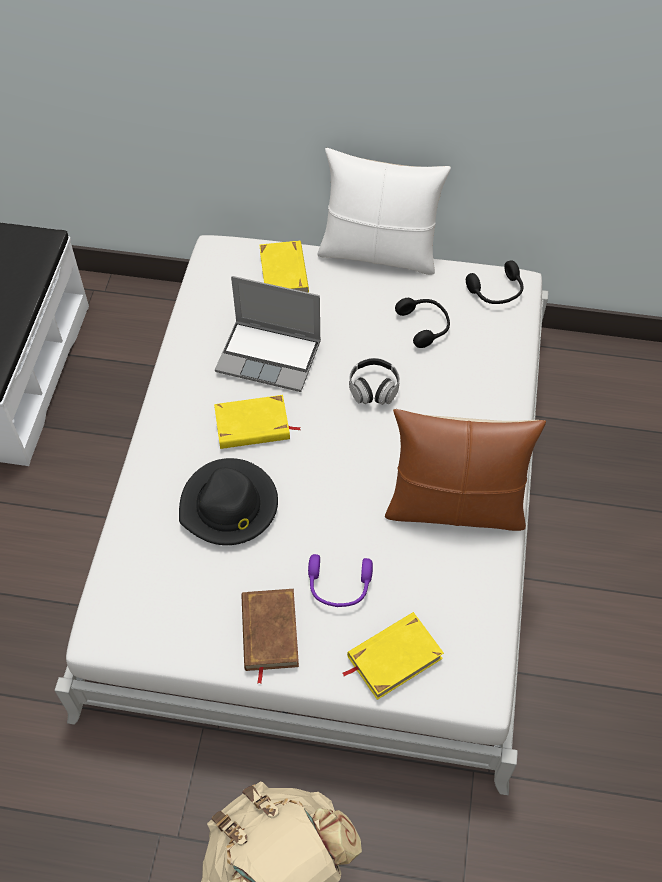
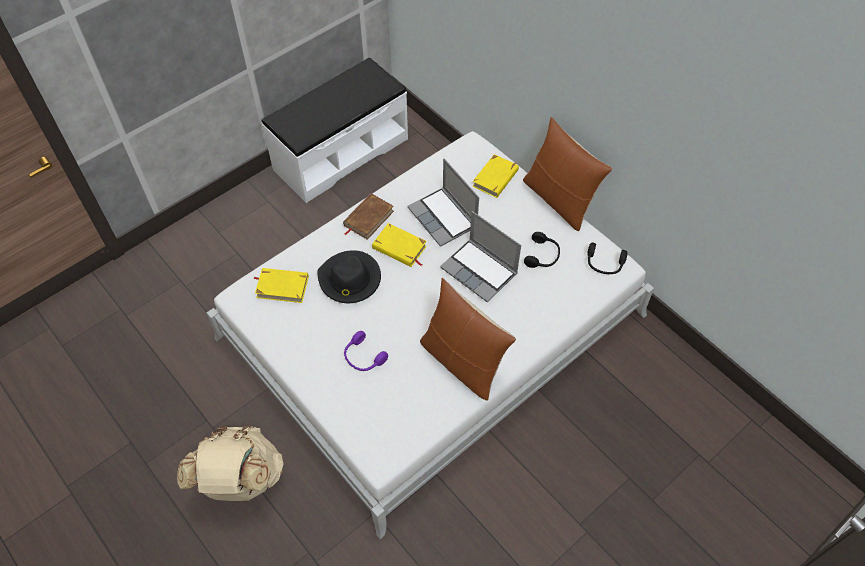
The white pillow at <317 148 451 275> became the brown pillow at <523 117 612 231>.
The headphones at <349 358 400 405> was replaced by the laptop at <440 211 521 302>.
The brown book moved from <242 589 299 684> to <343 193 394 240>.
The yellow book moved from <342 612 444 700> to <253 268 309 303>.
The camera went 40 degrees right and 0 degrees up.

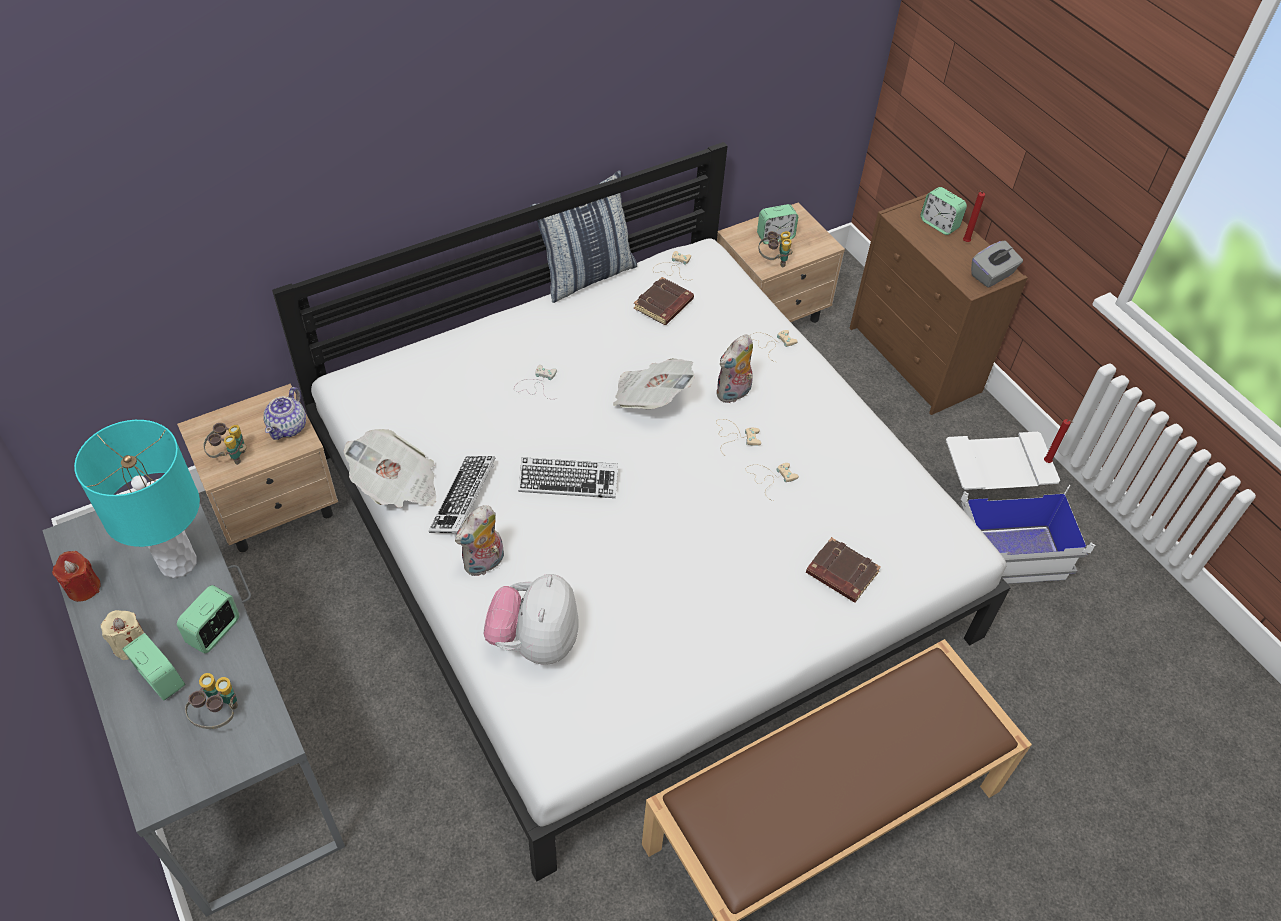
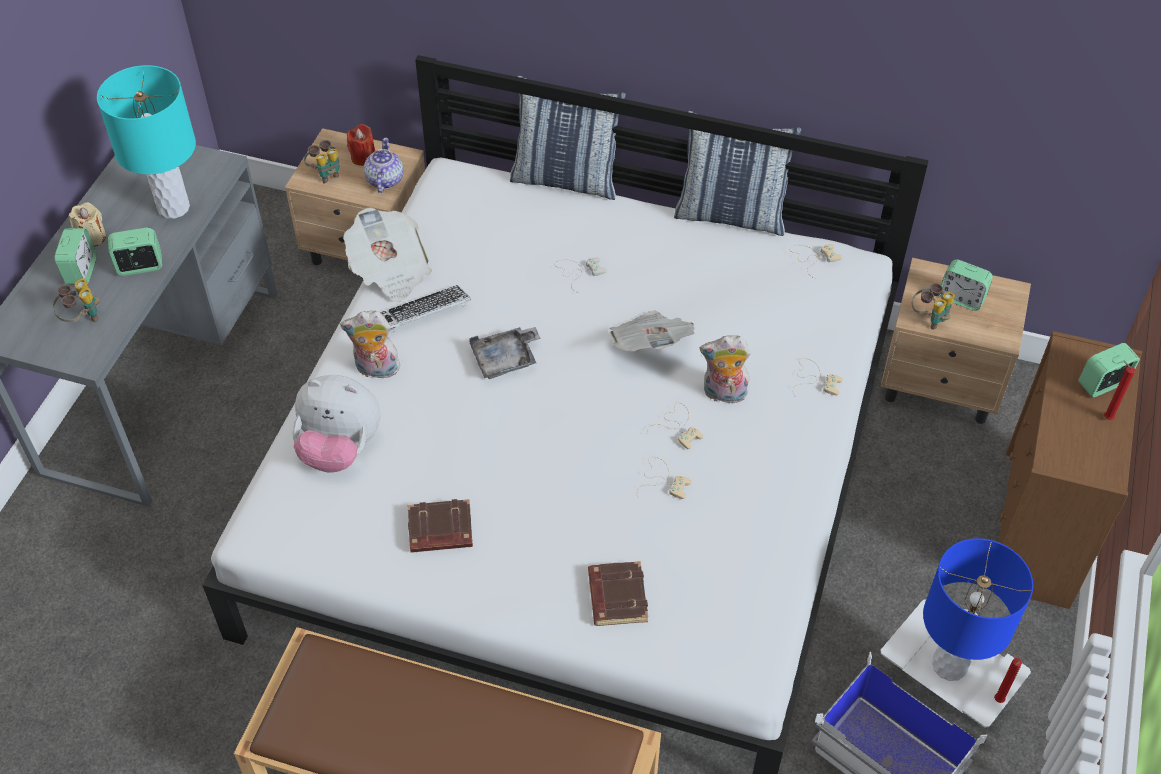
The alarm clock at <920 187 967 235> turned 60 degrees clockwise.
The grey tissue box at <971 241 1023 287> disappeared.
The brown book moved from <633 277 694 325> to <408 499 473 553>.
The teapot at <264 387 306 440> turned 120 degrees clockwise.
The keyboard at <518 457 618 498> was replaced by the grey tray at <469 327 541 379>.
The red candle moved from <52 551 101 602> to <347 124 375 166>.
The plush toy at <483 574 579 665> turned 135 degrees counterclockwise.
The pillow at <510 75 626 200> appeared.
The blue table lamp at <923 538 1033 681> appeared.
The camera went 50 degrees right and 0 degrees up.

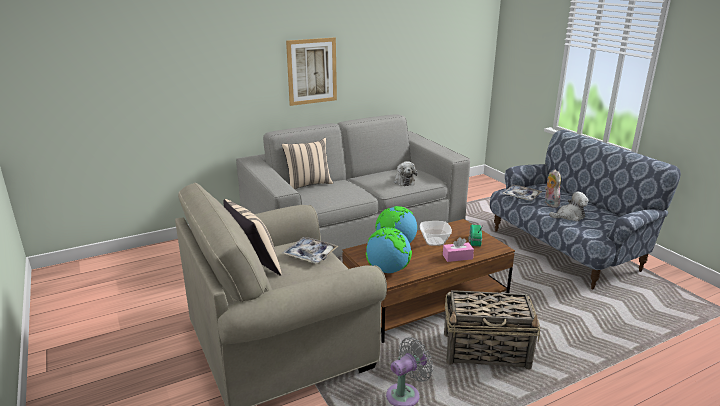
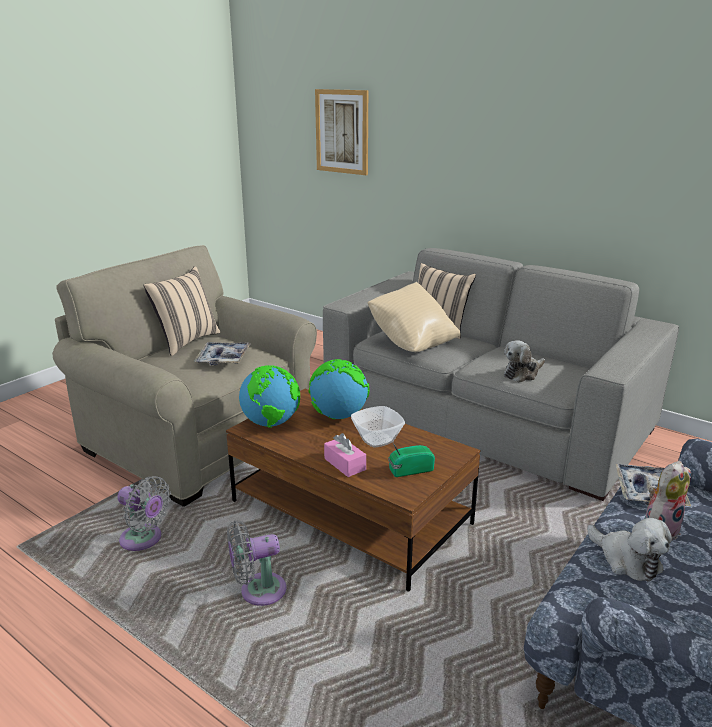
The picture moved from <286 37 337 106> to <315 89 368 175>.
The basket at <444 290 540 370> was replaced by the grey fan at <227 521 286 606>.
The beige pillow at <368 282 461 352> appeared.
The camera went 65 degrees right and 0 degrees up.

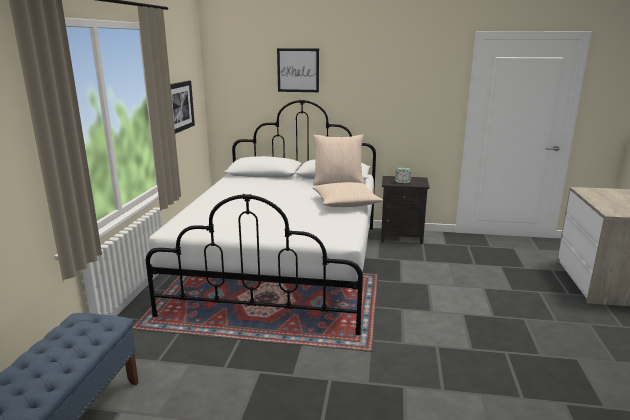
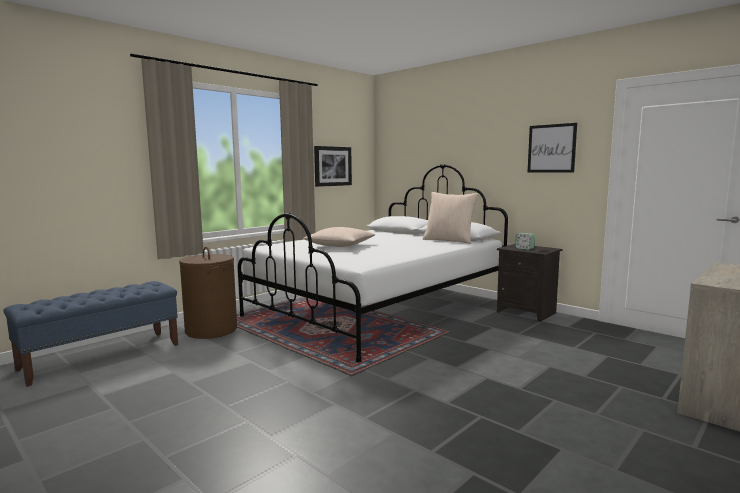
The picture moved from <277 48 319 92> to <528 123 577 173>.
The beige pillow moved from <313 182 383 207> to <303 227 375 247>.
The brown laundry basket at <179 247 237 339> appeared.
The camera went 35 degrees right and 10 degrees down.

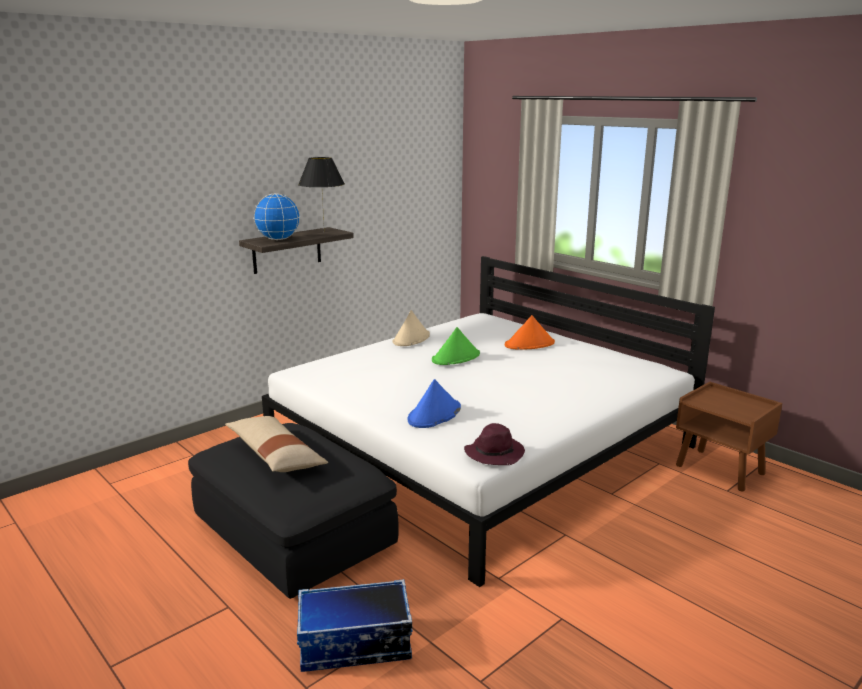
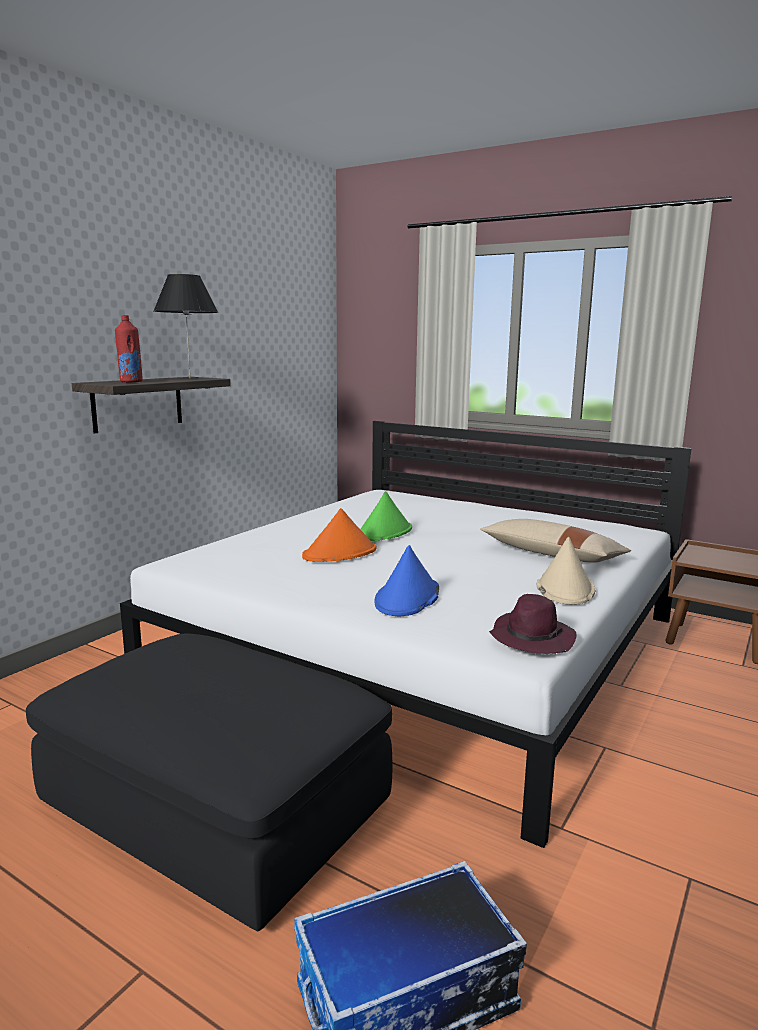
The globe at <253 193 300 240> was replaced by the red bottle at <115 315 143 382>.
The beige hat moved from <392 310 430 346> to <537 537 596 605>.
The orange hat moved from <505 315 555 350> to <302 508 376 562>.
The beige pillow moved from <225 416 328 472> to <480 519 631 563>.
The camera went 15 degrees left and 5 degrees down.

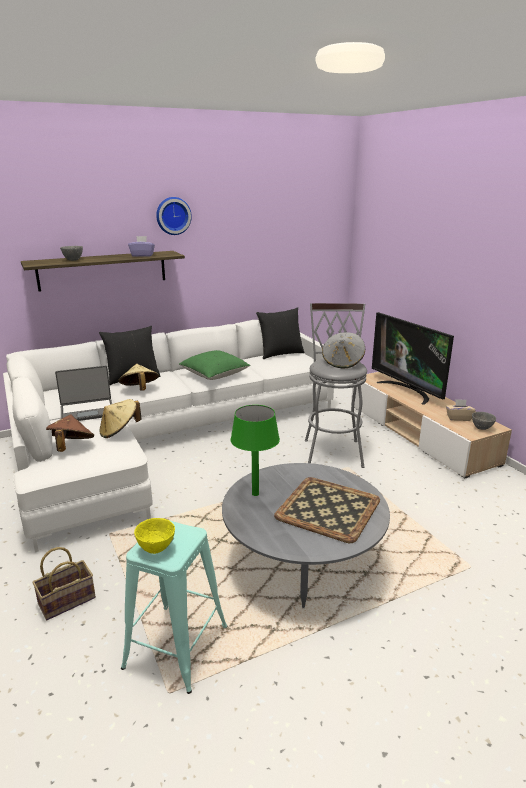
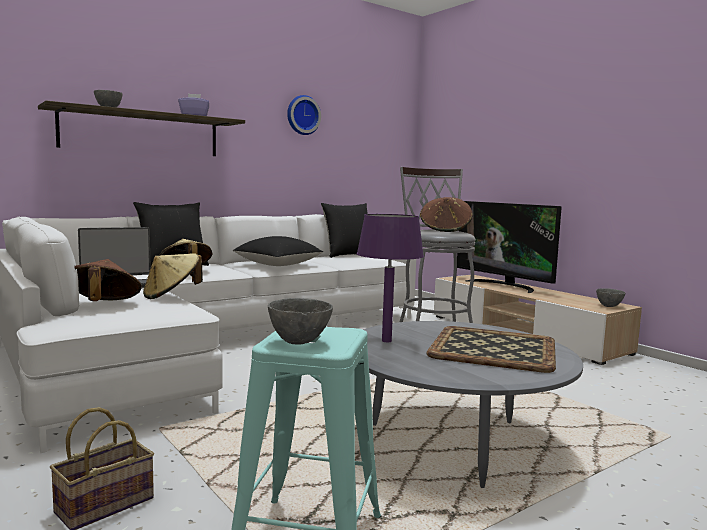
The wall clock moved from <156 197 192 235> to <287 95 321 135>.
The grey hat at <322 332 365 368> became the brown hat at <420 197 472 232>.
The green pillow at <179 350 251 380> became the black pillow at <233 236 323 266>.
The beige tissue box at <446 399 476 421> disappeared.
The green table lamp at <230 405 280 496> became the purple table lamp at <357 214 424 342>.
The yellow bowl at <134 518 175 554> became the grey bowl at <268 298 333 344>.
The camera went 10 degrees left and 15 degrees down.

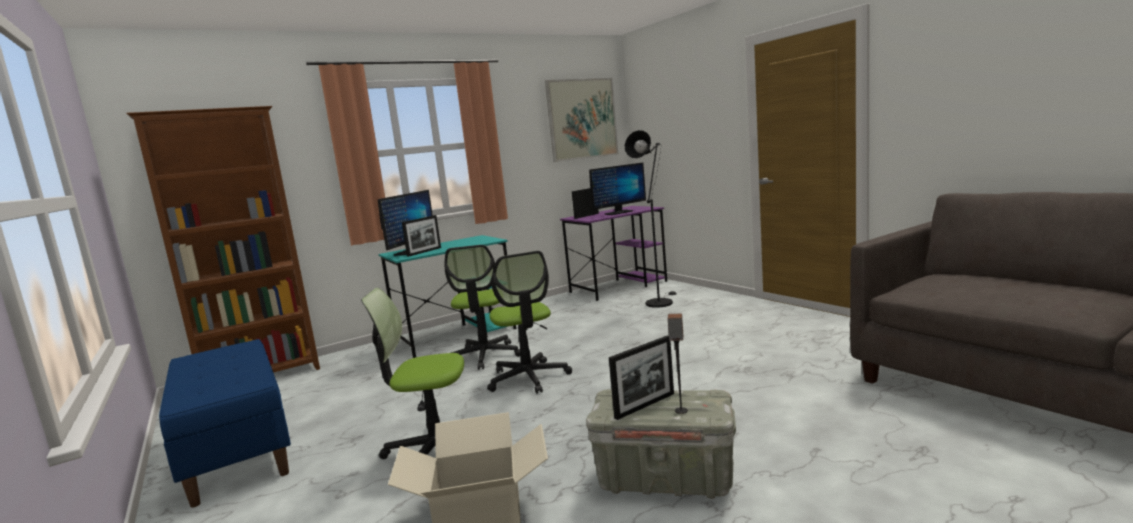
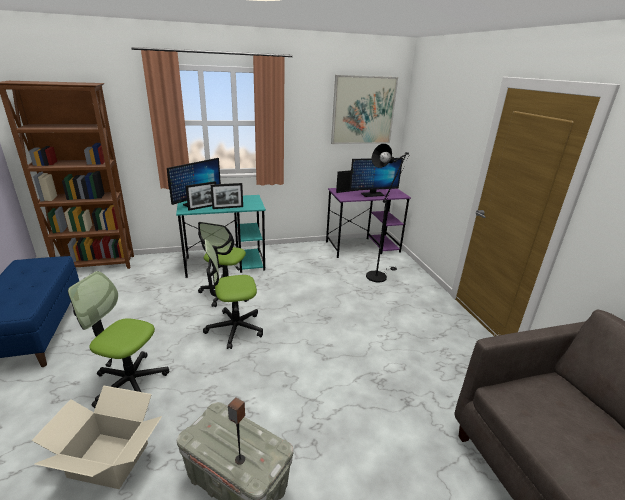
The office chair at <487 251 572 394> turned 75 degrees clockwise.
The picture frame moved from <609 336 674 420> to <211 183 243 209>.
The camera went 15 degrees right and 15 degrees up.

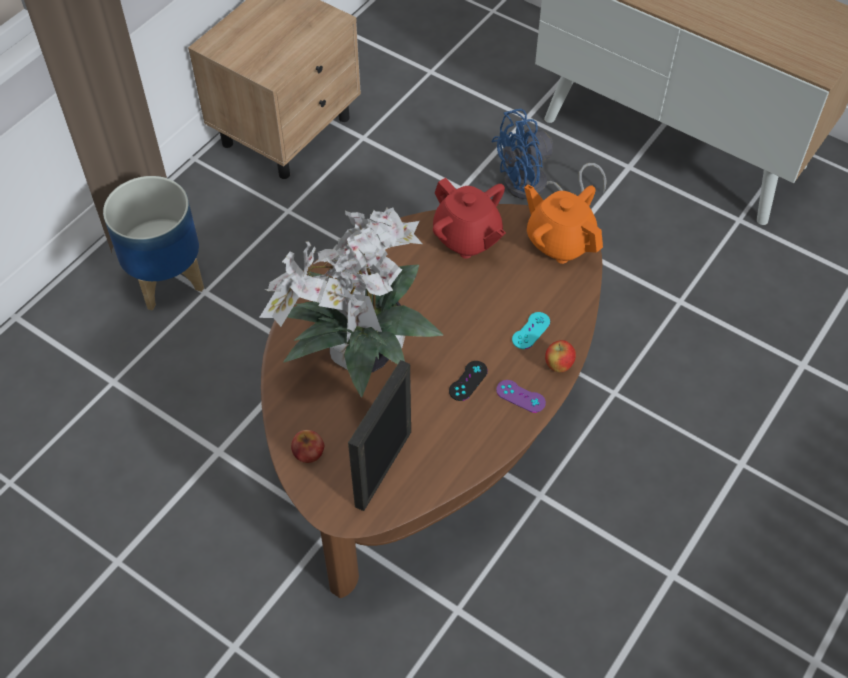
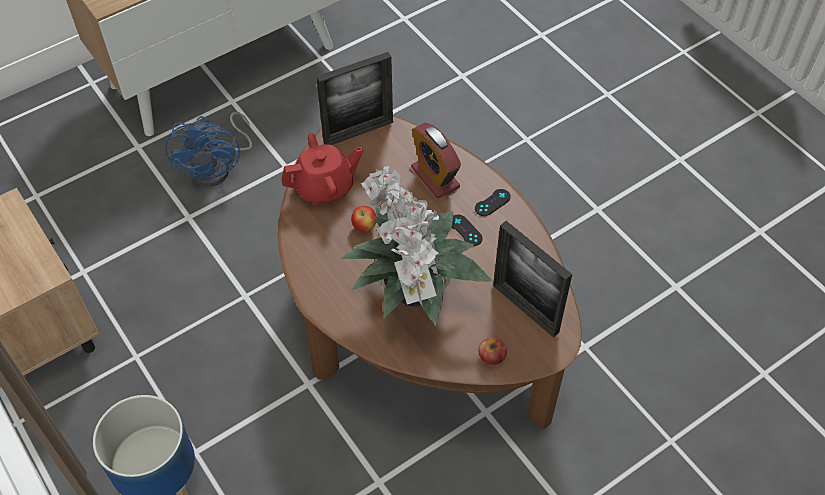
The orange teapot at <524 184 603 264> was replaced by the picture frame at <316 52 393 145>.
The turquoise game controller at <512 312 550 349> was replaced by the alarm clock at <411 123 461 198>.
The apple moved from <545 340 576 372> to <351 206 377 233>.
The purple game controller at <496 380 546 413> became the black game controller at <475 189 511 216>.
The camera went 70 degrees left and 0 degrees up.

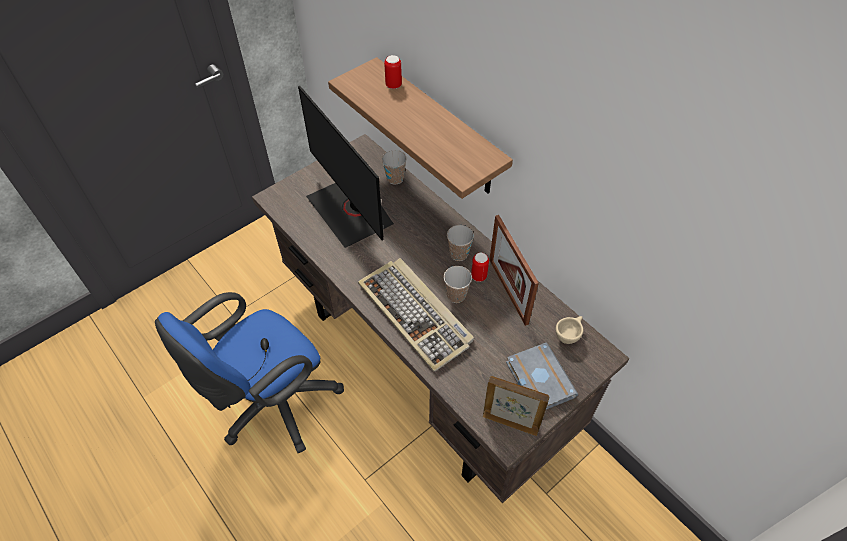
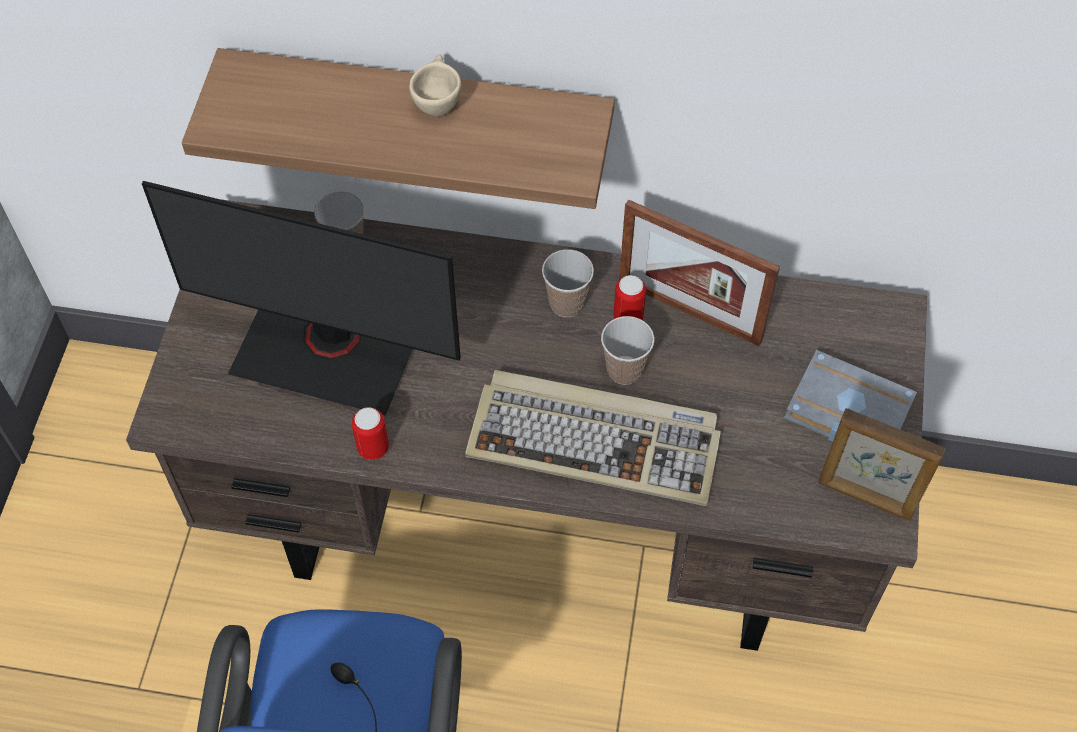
The can moved from <384 55 402 89> to <352 407 389 460>.
The beige cup moved from <555 316 583 344> to <409 54 461 117>.
The picture frame at <483 376 550 436> turned 135 degrees counterclockwise.
The camera went 40 degrees left and 5 degrees up.

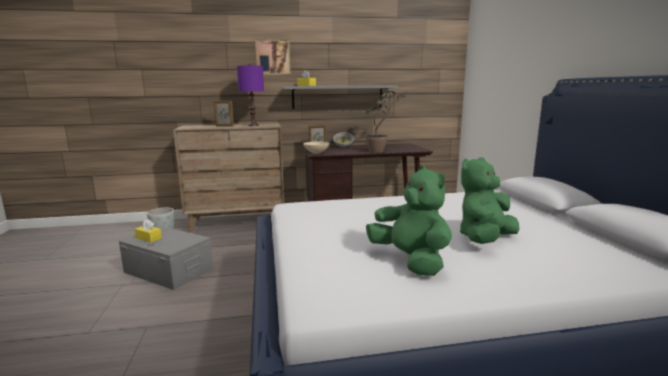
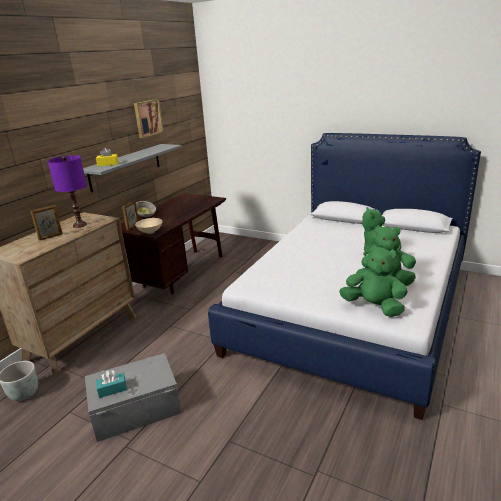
The picture moved from <255 39 291 75> to <134 99 164 138>.
The potted plant at <365 91 407 152> disappeared.
The yellow tissue box at <135 219 162 243> became the turquoise tissue box at <96 370 127 398>.
The green plush toy at <339 244 408 317> appeared.
The camera went 50 degrees left and 10 degrees up.

